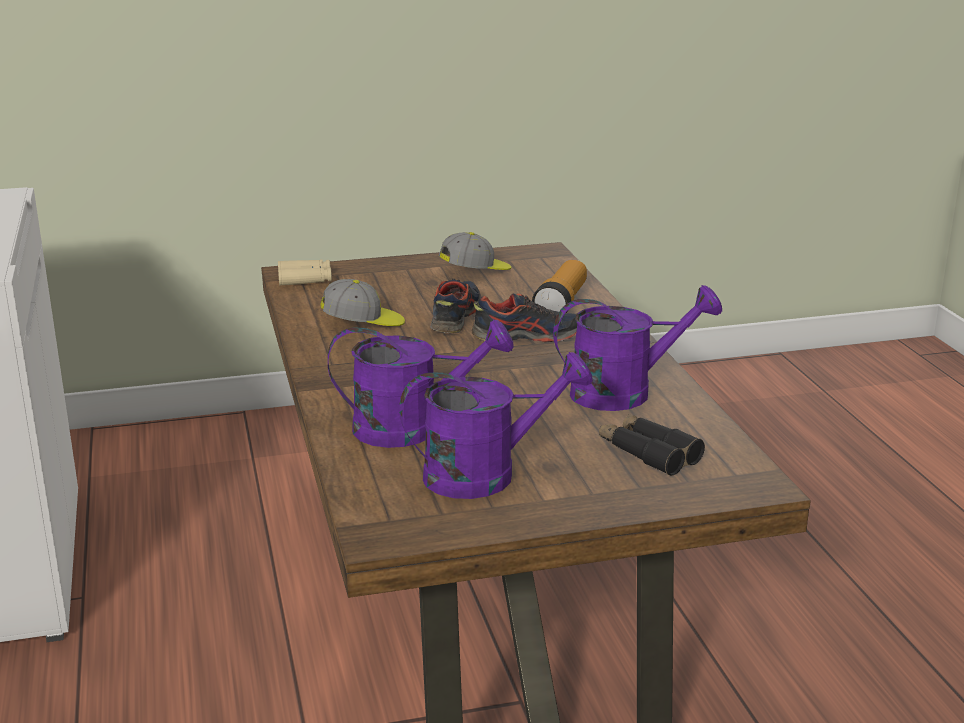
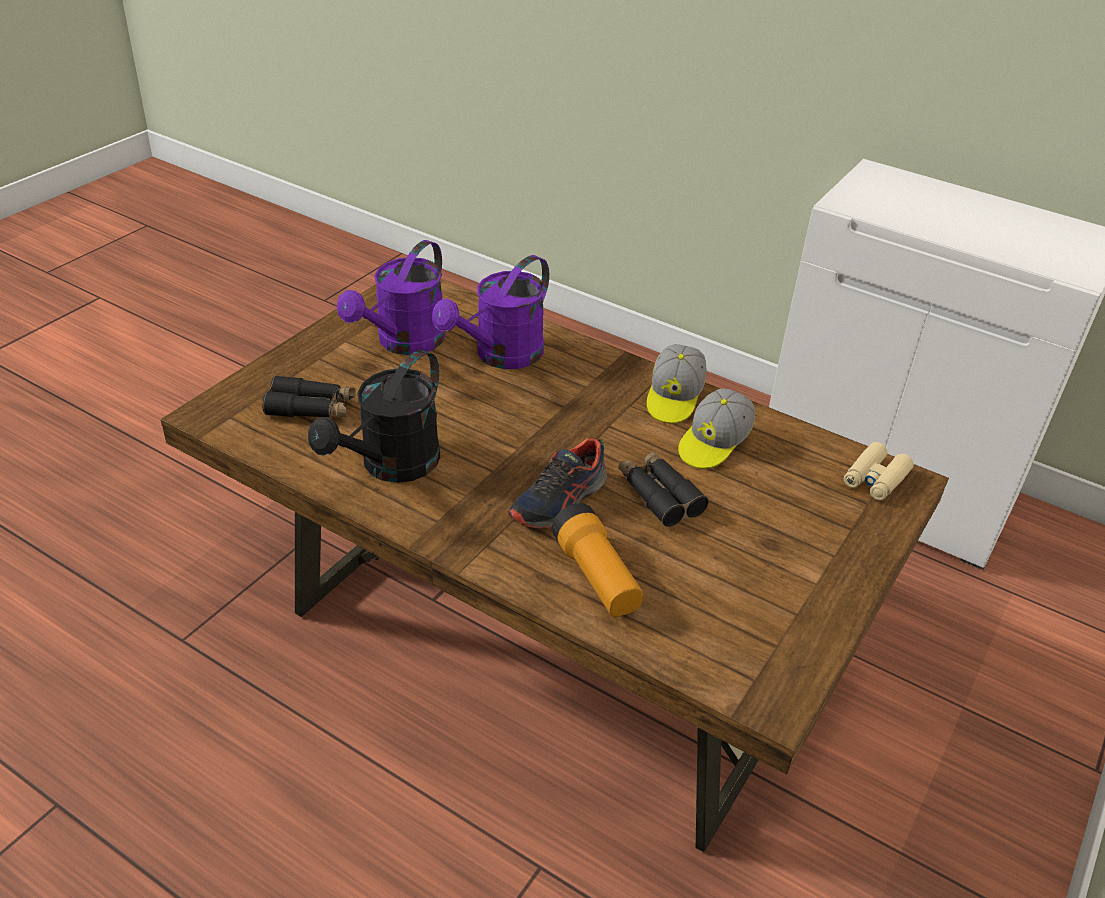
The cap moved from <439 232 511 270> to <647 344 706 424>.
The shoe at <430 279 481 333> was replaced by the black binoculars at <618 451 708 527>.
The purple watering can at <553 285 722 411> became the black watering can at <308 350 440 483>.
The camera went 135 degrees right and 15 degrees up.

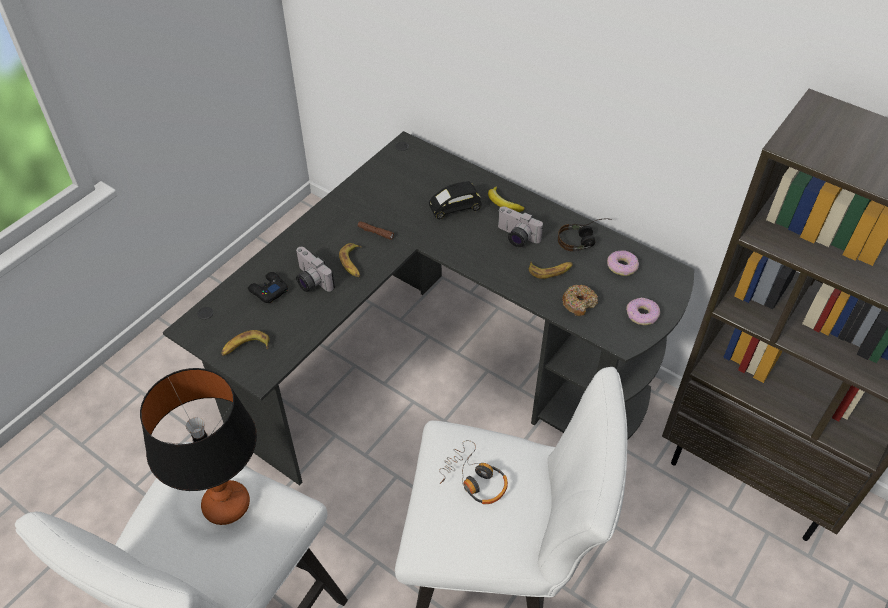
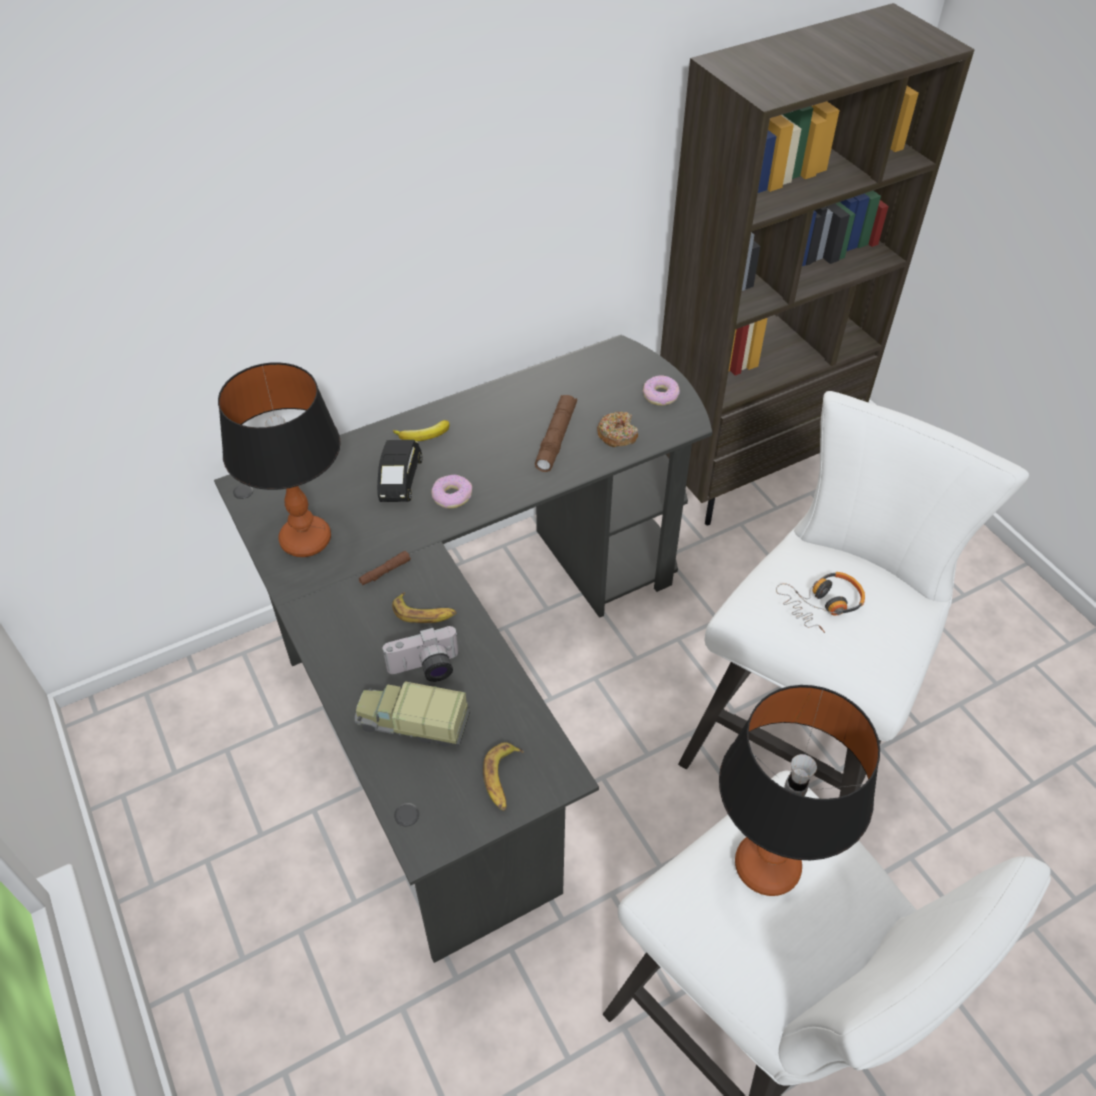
The photo camera at <498 206 543 247> disappeared.
The headphones at <558 218 612 251> disappeared.
The donut moved from <607 250 639 276> to <431 474 472 508>.
The banana at <529 261 573 279> was replaced by the brown flashlight at <535 395 577 472>.
The black game controller at <248 272 288 303> was replaced by the toy truck at <355 681 470 747>.
The table lamp at <218 362 341 557> appeared.
The camera went 65 degrees left and 0 degrees up.

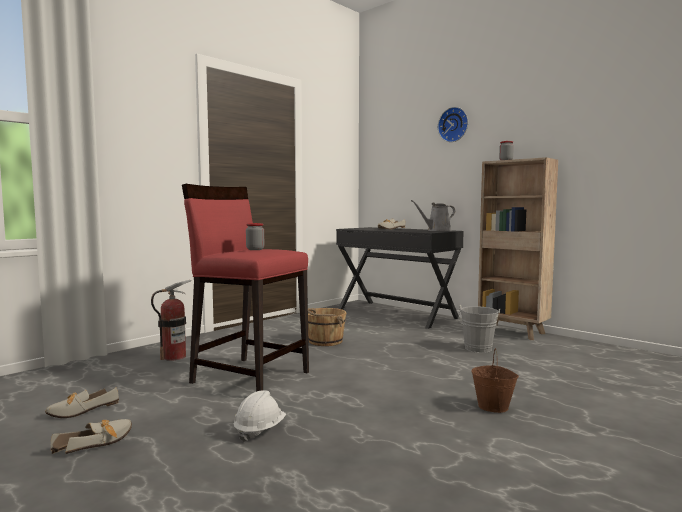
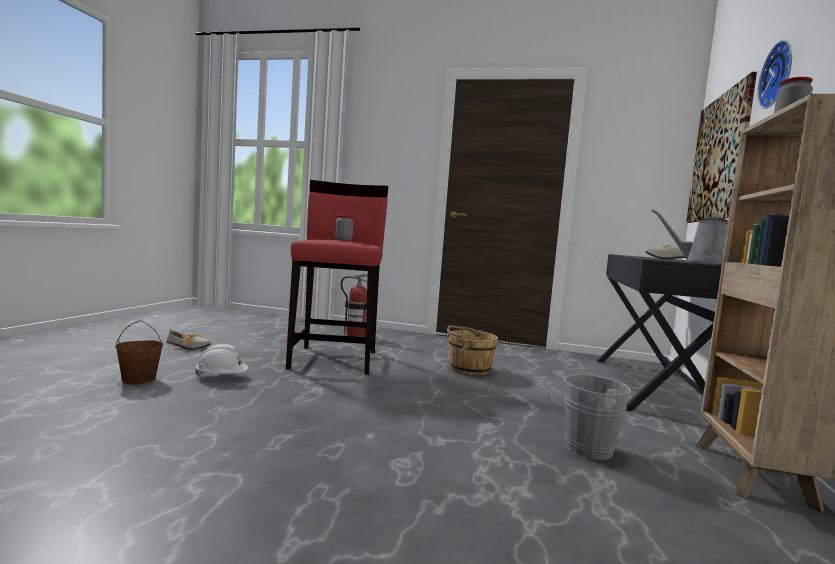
The brown bucket moved from <471 348 519 413> to <115 321 164 385>.
The shoe at <45 387 119 418> disappeared.
The picture at <686 72 757 223> appeared.
The camera went 60 degrees right and 0 degrees up.

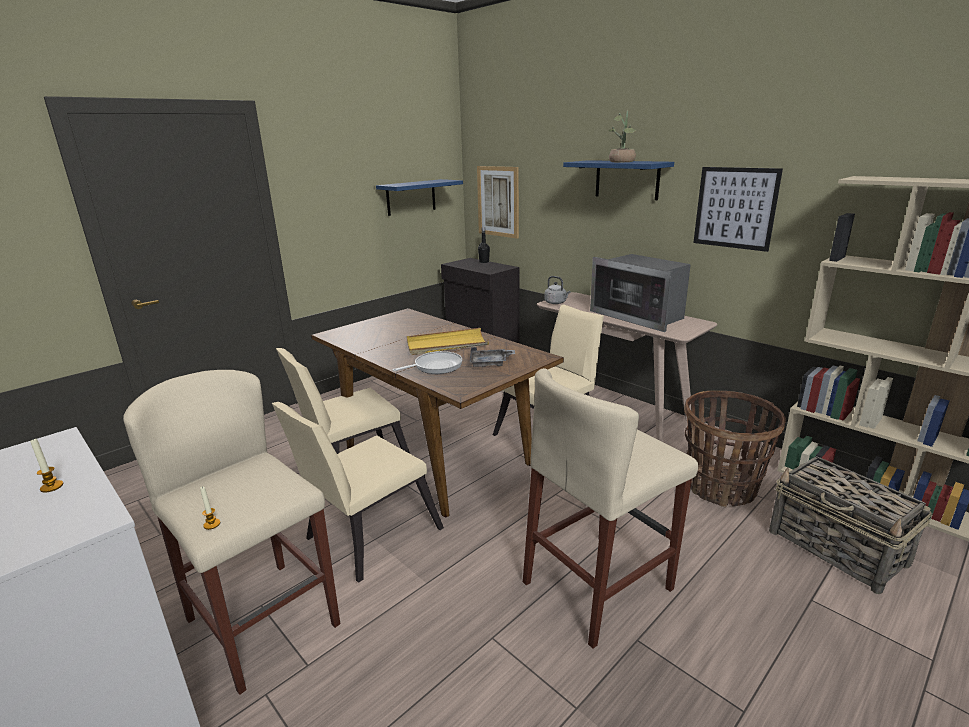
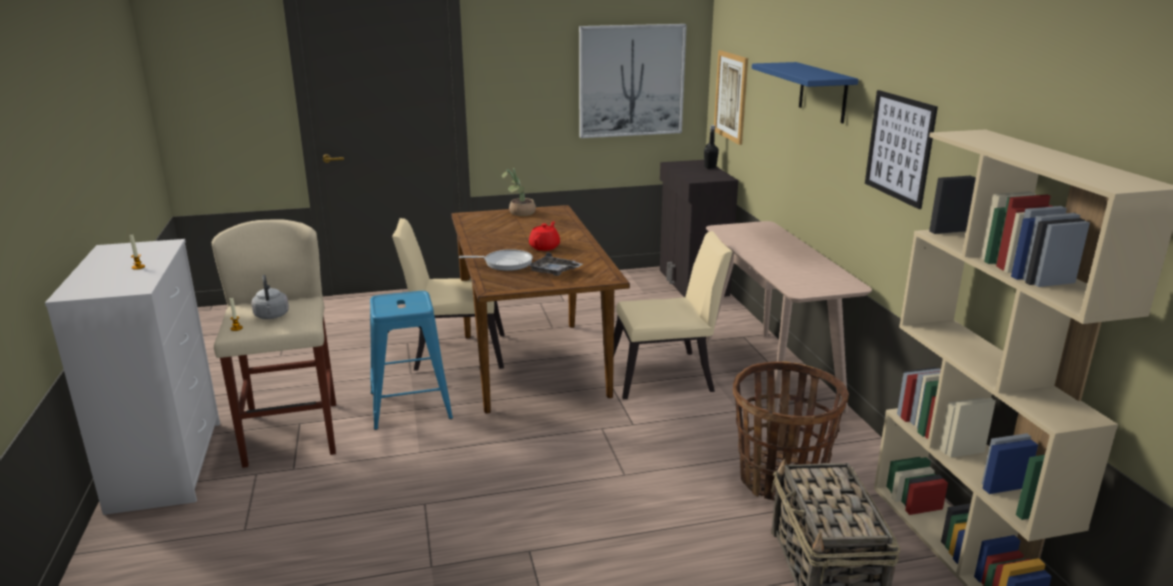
The potted plant moved from <609 111 636 162> to <502 168 536 216>.
The blue shelf at <376 179 463 216> was replaced by the picture at <579 24 687 138>.
The microwave at <590 254 691 332> disappeared.
The grey kettle moved from <544 276 571 304> to <251 275 289 319>.
The yellow tray at <407 328 489 355> was replaced by the red teapot at <529 221 560 251>.
The beige stool at <523 368 698 649> disappeared.
The beige chair at <272 402 444 583> was replaced by the blue stool at <370 291 453 430>.
The camera went 30 degrees right and 0 degrees up.

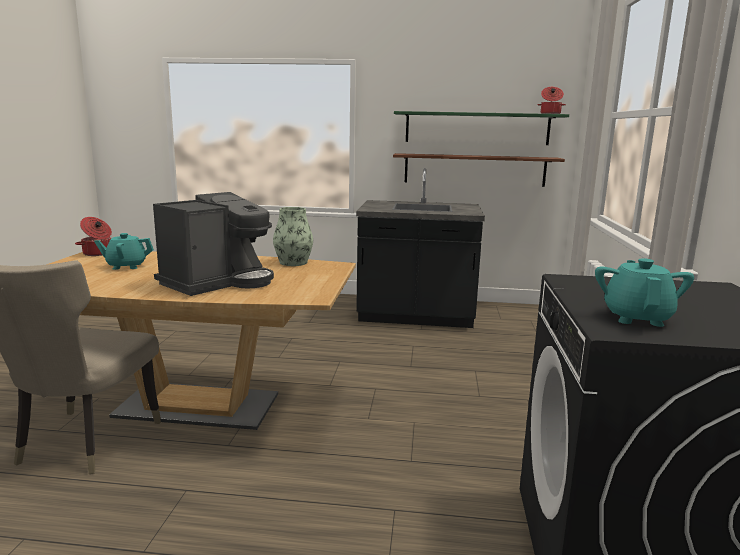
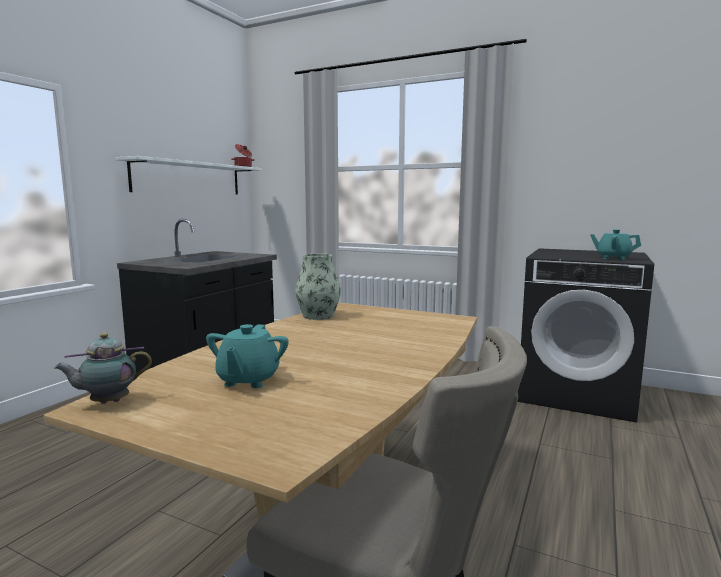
The green shelf at <394 111 569 145> became the white shelf at <116 156 262 194>.
The brown shelf at <393 153 565 187> disappeared.
The coffee machine at <153 192 274 296> disappeared.
The cooking pot at <75 217 112 256> was replaced by the teapot at <54 333 152 404>.
The camera went 70 degrees left and 5 degrees down.

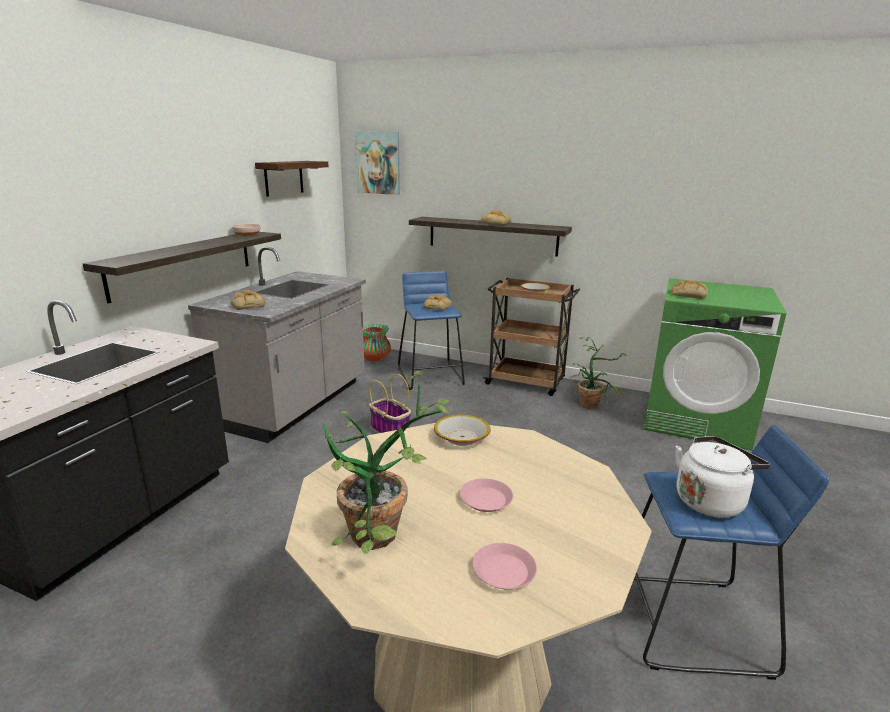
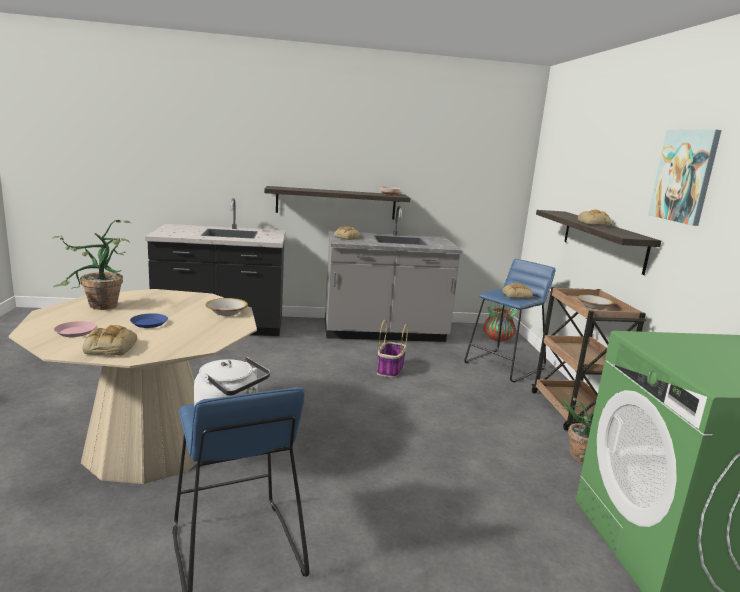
The picture moved from <355 131 400 195> to <648 130 721 226>.
The shelf at <255 161 329 197> disappeared.
The bread moved from <672 280 708 299> to <82 325 137 356>.
The pink plate at <460 478 513 512> became the blue plate at <130 313 168 328>.
The camera went 60 degrees right and 5 degrees down.

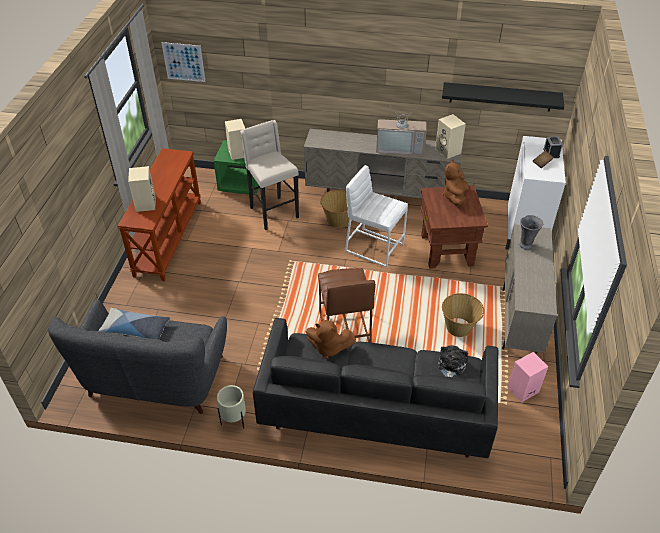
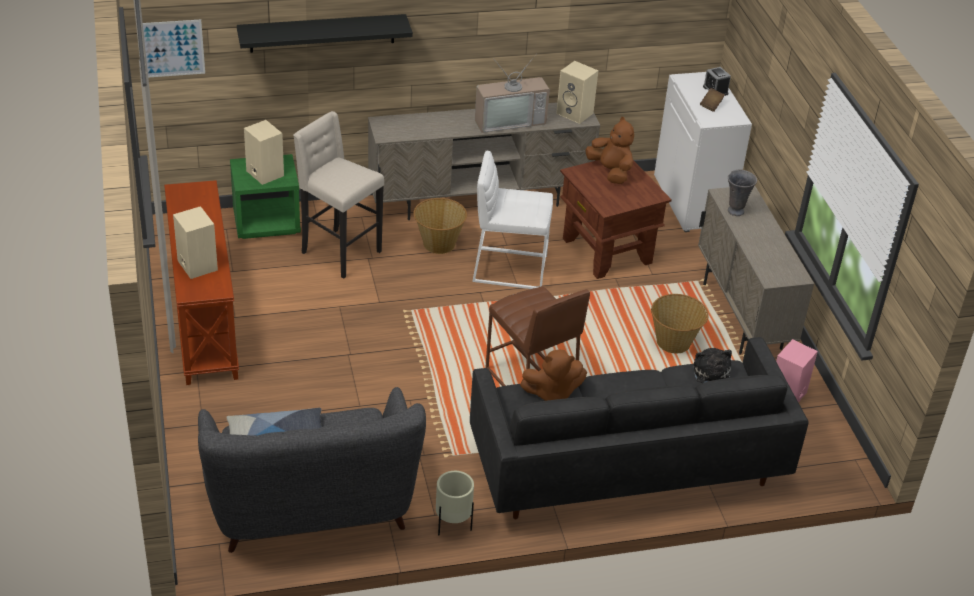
The black shelf moved from <442 82 564 112> to <237 14 413 53>.
The brown plush toy at <443 160 469 206> turned 150 degrees clockwise.
The camera went 25 degrees left and 5 degrees down.

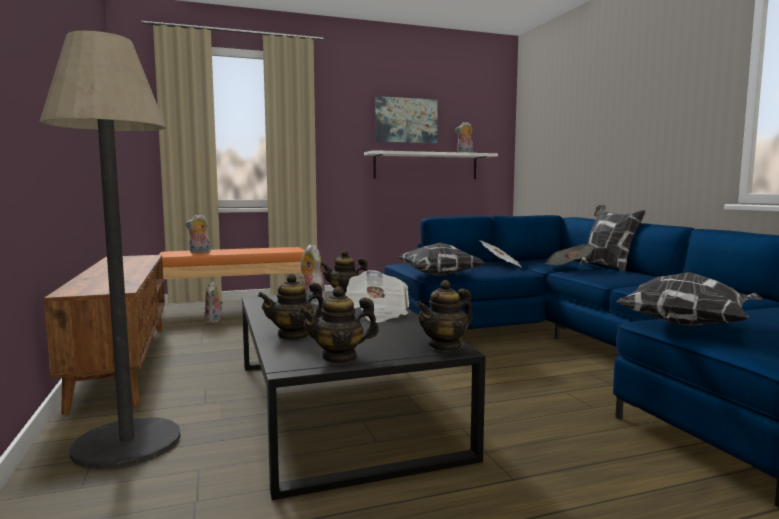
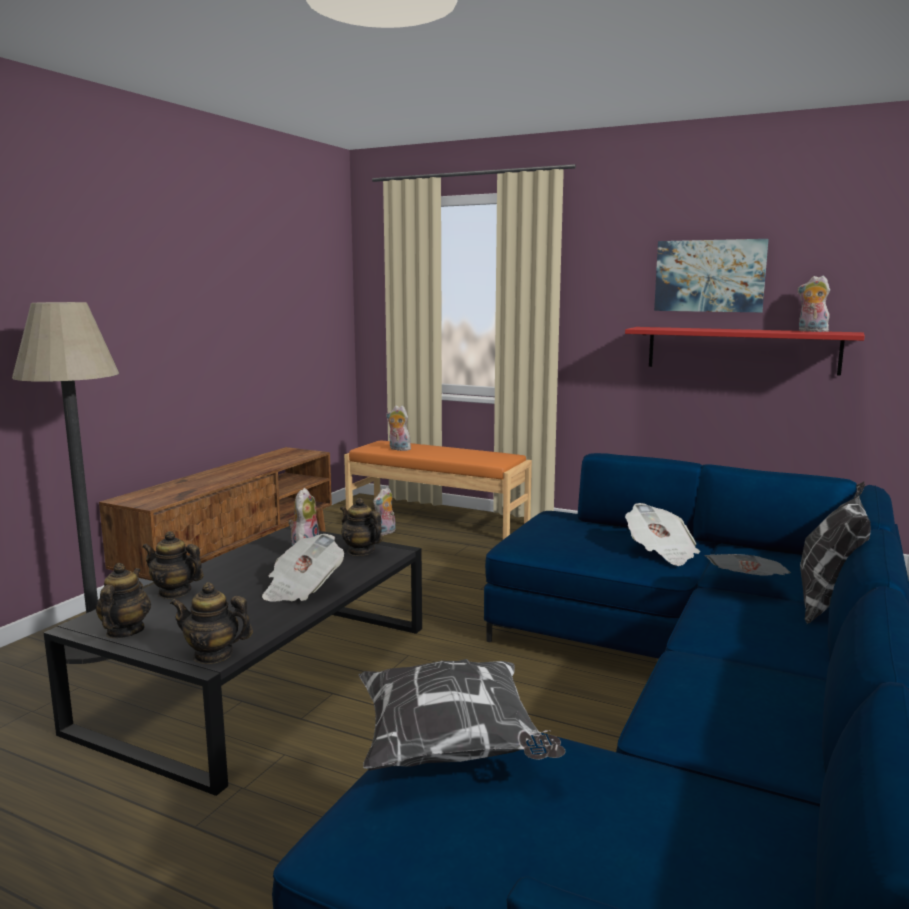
The white shelf at <364 150 498 179> became the red shelf at <625 327 865 376>.
The pillow at <398 242 484 276> disappeared.
The teapot at <299 286 379 364> turned 60 degrees clockwise.
The camera went 45 degrees right and 5 degrees up.

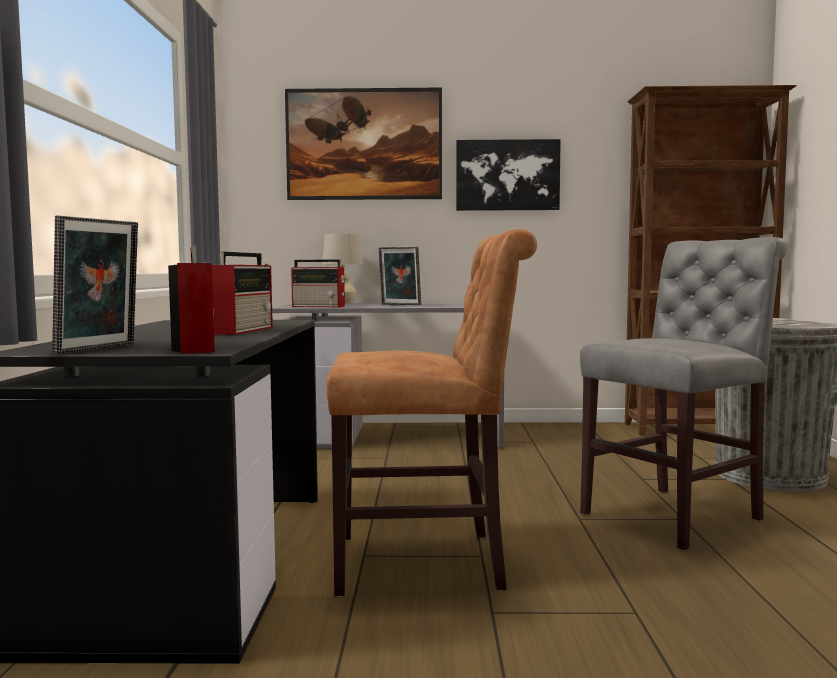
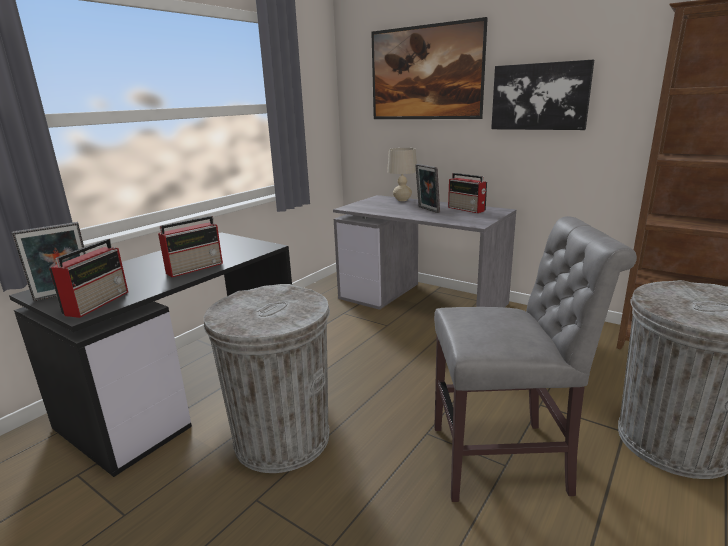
The brown chair at <326 229 537 597> was replaced by the grey trash can at <204 284 330 473>.
The radio moved from <291 259 345 307> to <448 173 487 213>.
The camera went 35 degrees right and 15 degrees up.

